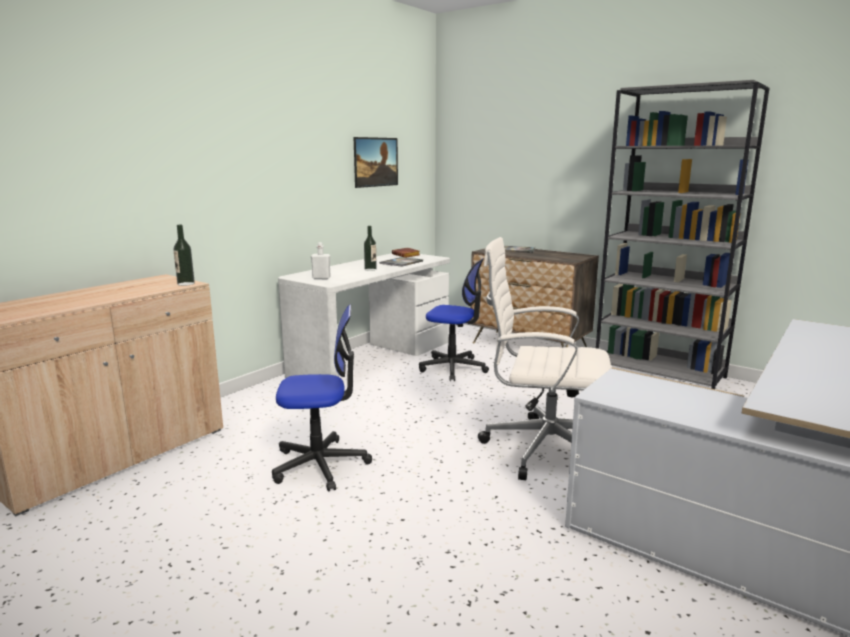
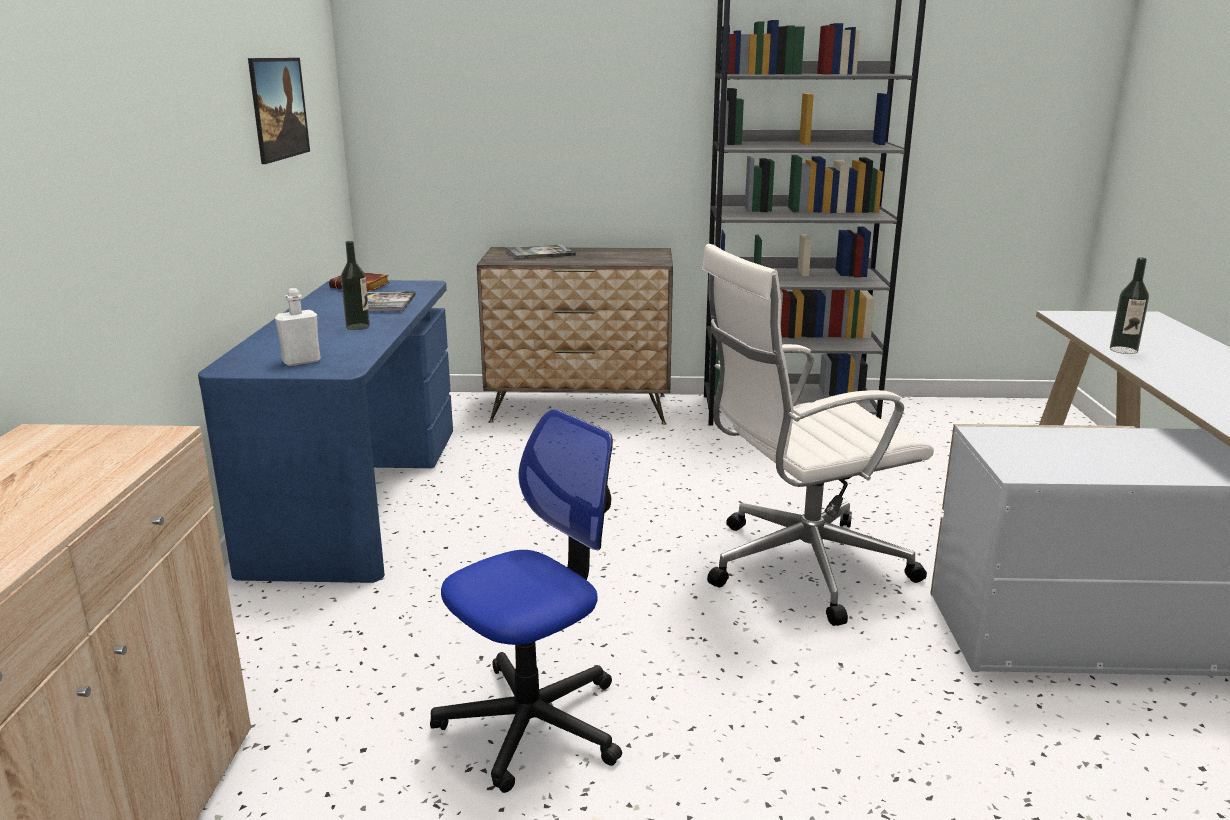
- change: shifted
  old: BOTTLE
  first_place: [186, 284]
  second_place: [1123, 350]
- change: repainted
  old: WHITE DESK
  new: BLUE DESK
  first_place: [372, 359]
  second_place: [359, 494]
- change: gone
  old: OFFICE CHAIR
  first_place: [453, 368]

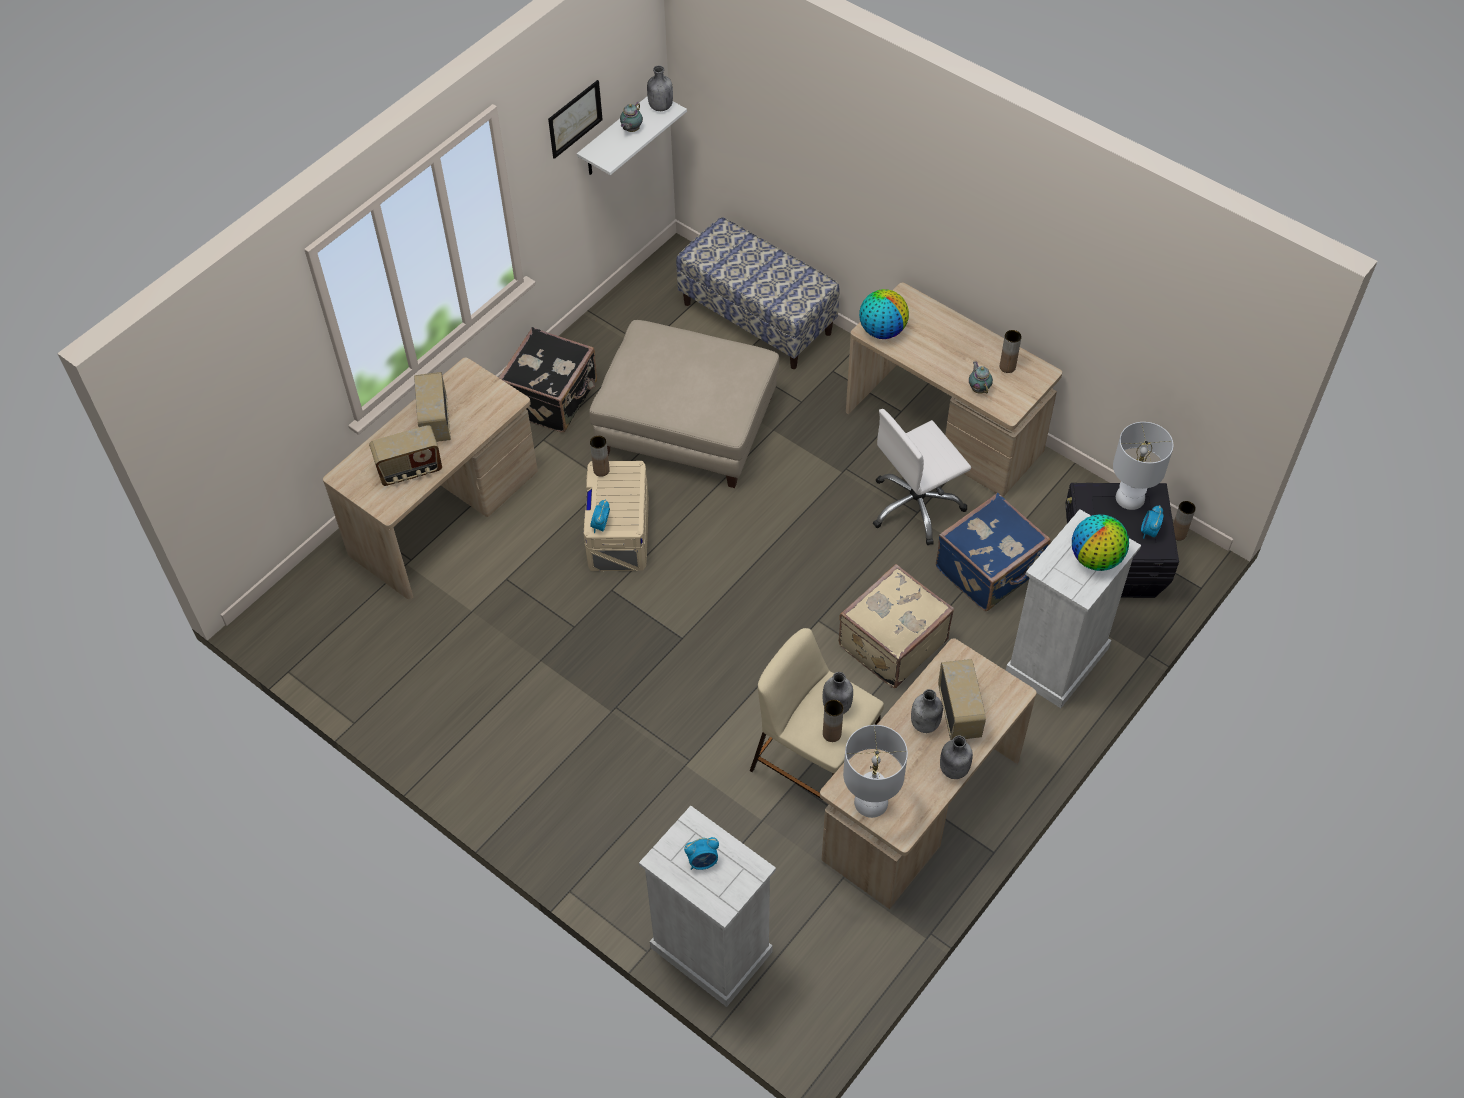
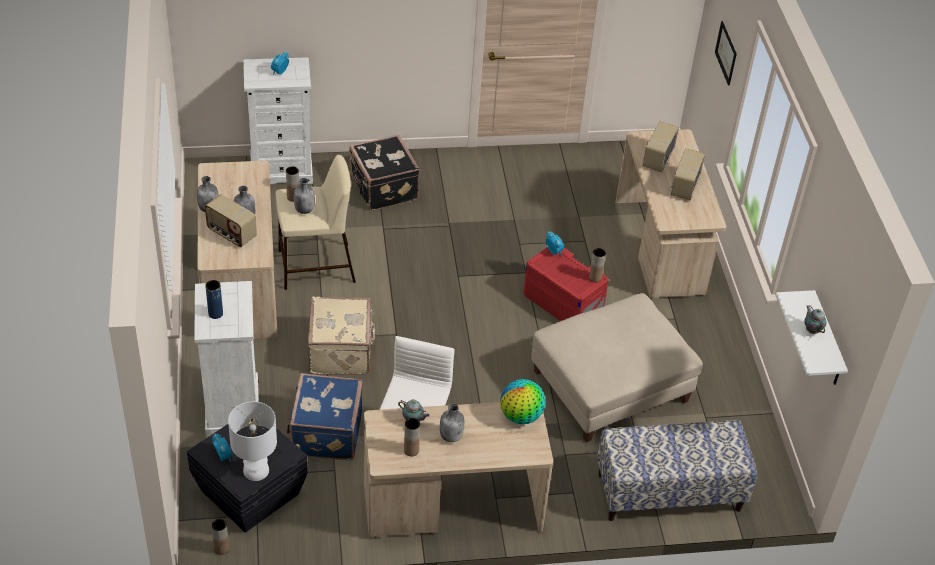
- change: rotated
  old: RADIO
  first_place: [434, 422]
  second_place: [684, 186]
  degrees: -105
- change: shifted
  old: BLACK SUITCASE
  first_place: [553, 398]
  second_place: [383, 189]
- change: shifted
  old: PICTURE
  first_place: [575, 118]
  second_place: [726, 53]
- change: repainted
  old: BEIGE STORAGE BOX
  new: RED STORAGE BOX
  first_place: [618, 532]
  second_place: [562, 301]
- change: shifted
  old: GREY BOTTLE
  first_place: [660, 106]
  second_place: [451, 436]
- change: gone
  old: WHITE TABLE LAMP
  first_place: [870, 802]
- change: swapped
  old: GLOBE
  new: BLUE VASE
  first_place: [1096, 558]
  second_place: [215, 313]

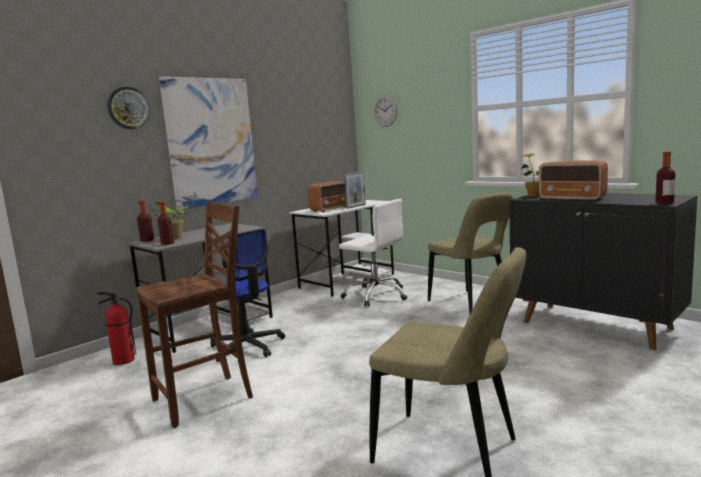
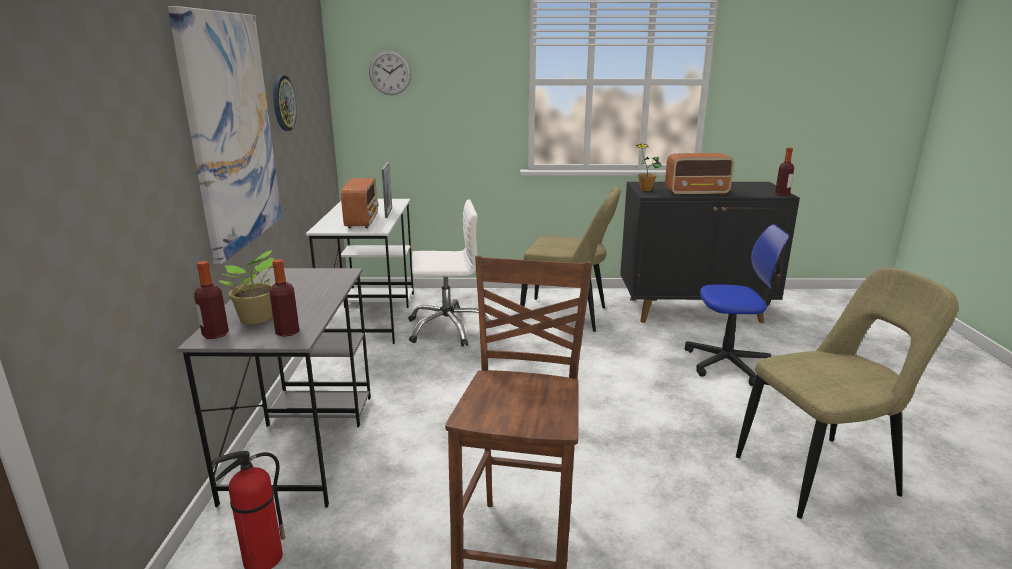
- change: shifted
  old: WALL CLOCK
  first_place: [128, 108]
  second_place: [283, 103]
- change: shifted
  old: OFFICE CHAIR
  first_place: [247, 347]
  second_place: [728, 363]

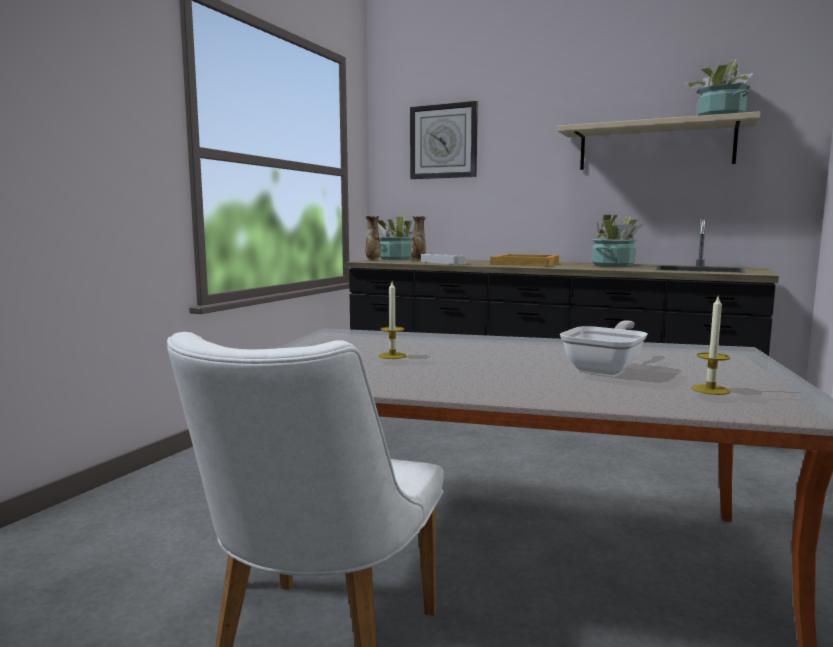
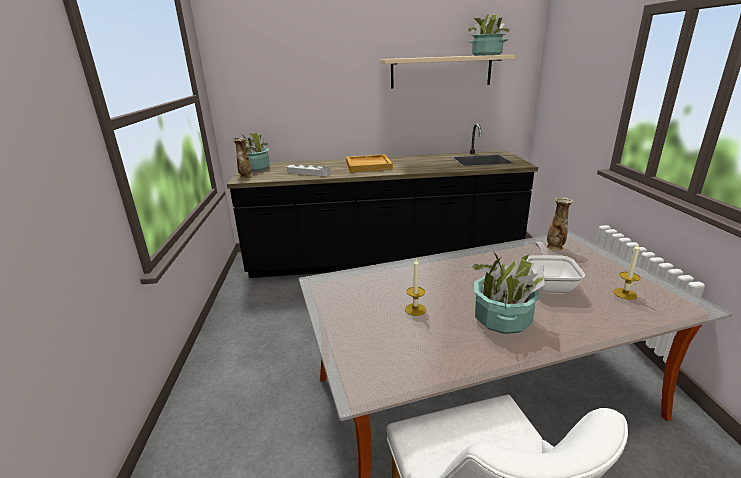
- change: gone
  old: WALL CLOCK
  first_place: [443, 141]
- change: shifted
  old: VASE
  first_place: [418, 260]
  second_place: [555, 247]
- change: shifted
  old: POTTED PLANT
  first_place: [612, 265]
  second_place: [502, 319]

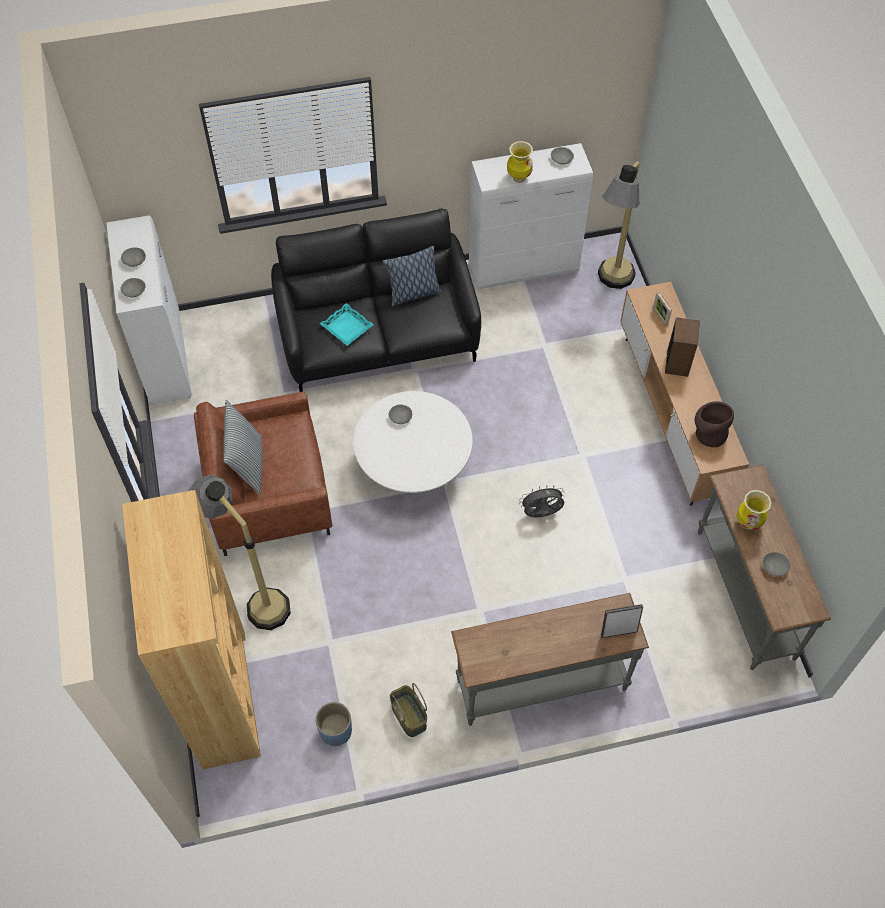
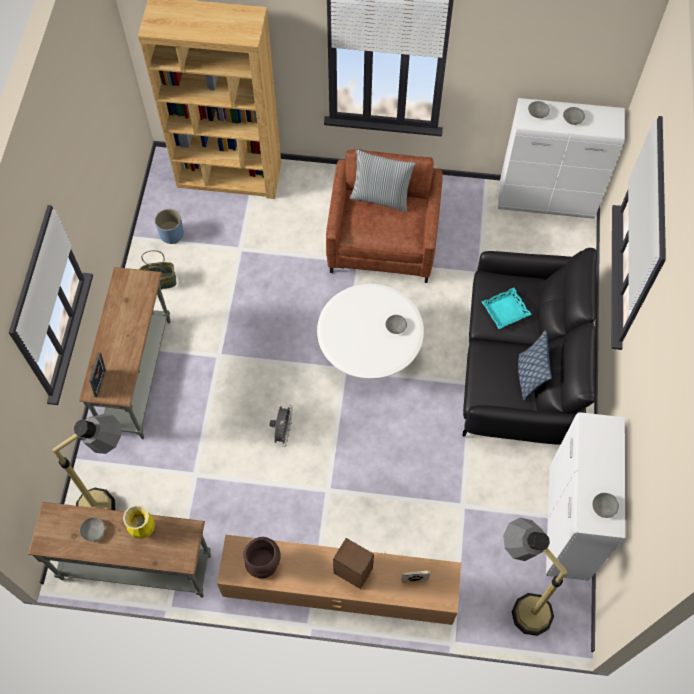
- change: shifted
  old: FLOOR LAMP
  first_place: [255, 596]
  second_place: [114, 500]
- change: gone
  old: VASE
  first_place: [518, 177]

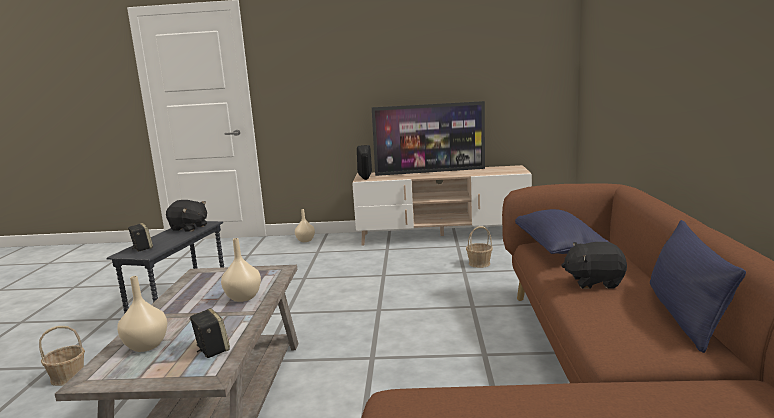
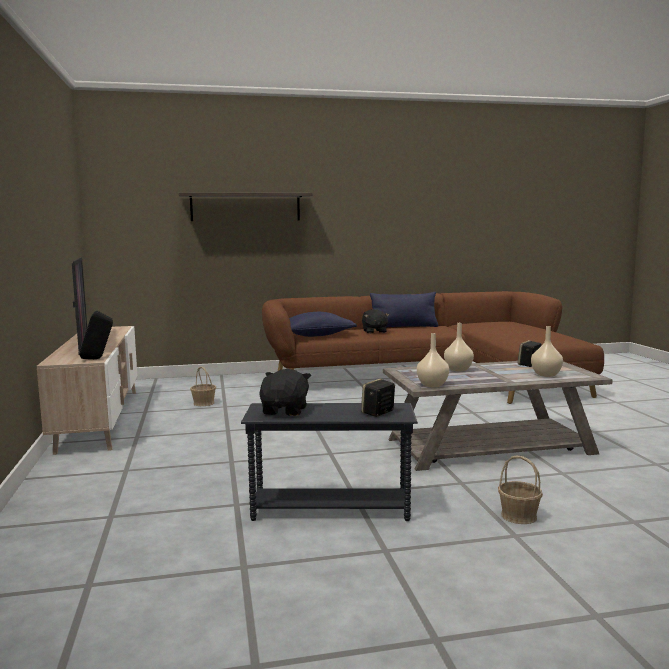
- change: shifted
  old: BEIGE VASE
  first_place: [305, 240]
  second_place: [432, 385]
- change: new
  new: SHELF
  second_place: [245, 207]

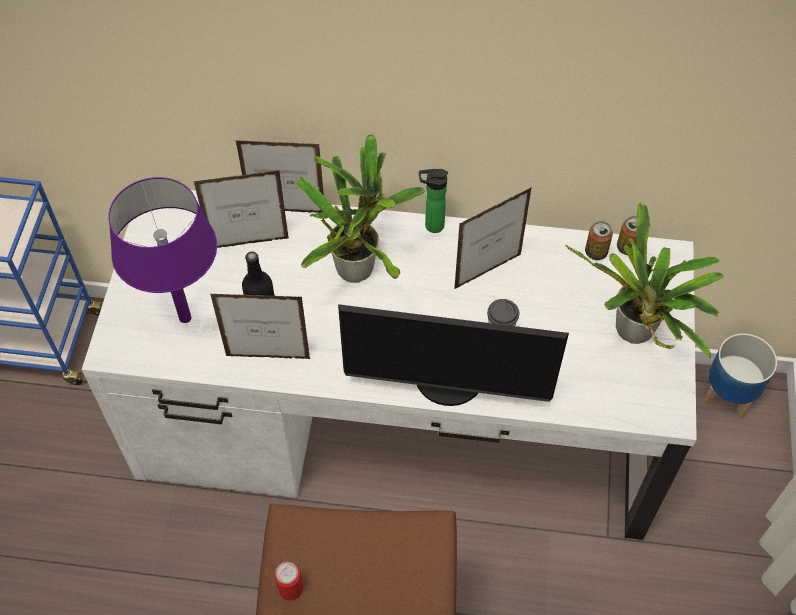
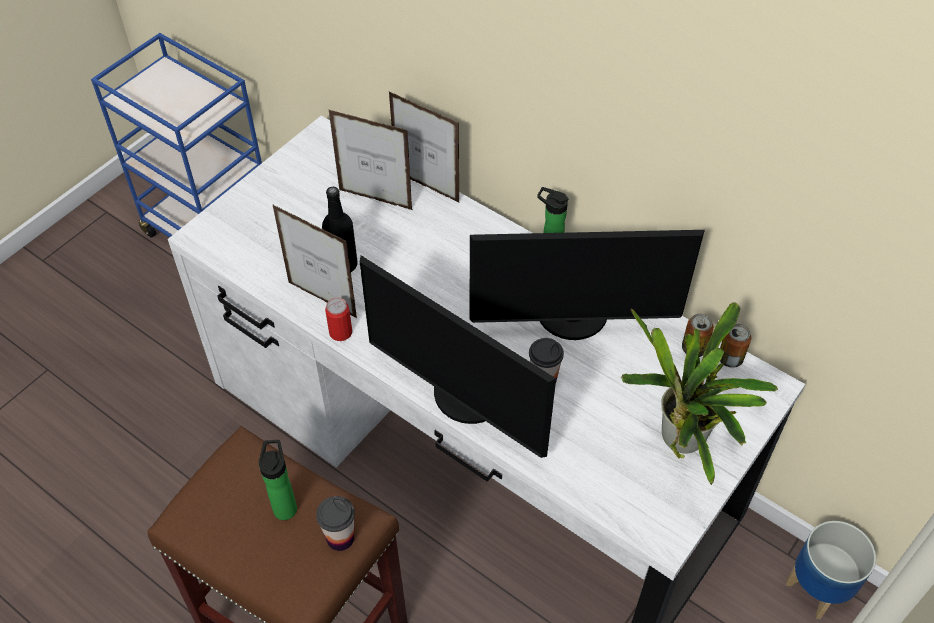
- change: gone
  old: PURPLE TABLE LAMP
  first_place: [185, 317]
- change: shifted
  old: CAN
  first_place: [290, 588]
  second_place: [340, 332]
- change: gone
  old: POTTED PLANT
  first_place: [358, 265]
- change: swapped
  old: PICTURE FRAME
  new: MONITOR
  first_place: [488, 271]
  second_place: [573, 318]
- change: new
  new: BOTTLE
  second_place: [285, 506]
- change: new
  new: CUP
  second_place: [340, 538]

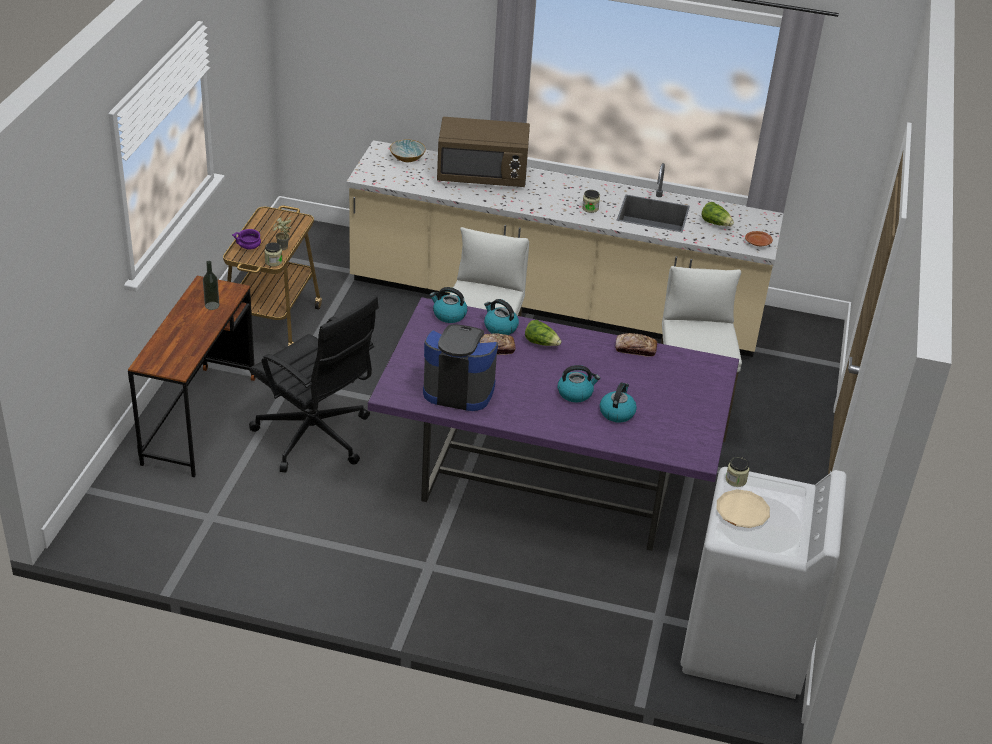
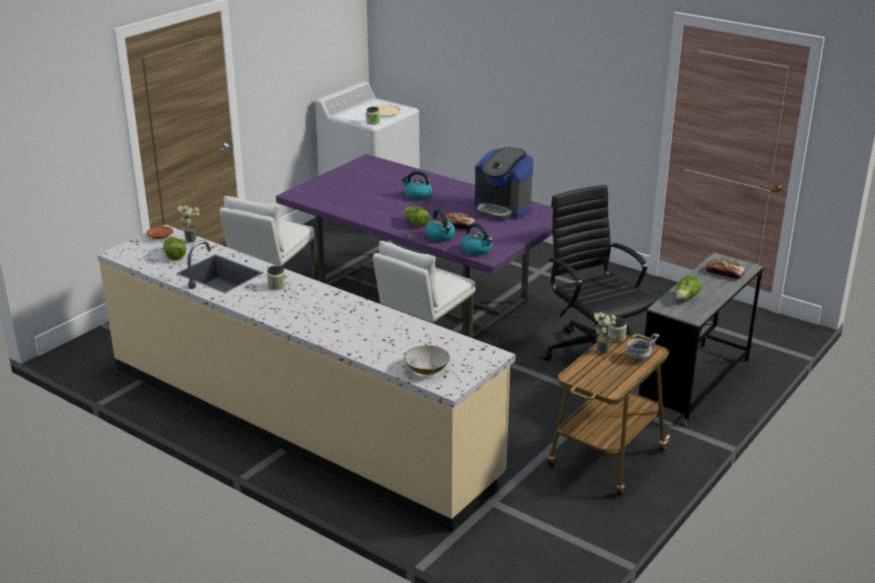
- change: repainted
  old: BROWN DESK
  new: GREY DESK
  first_place: [199, 420]
  second_place: [694, 383]
- change: swapped
  old: BOTTLE
  new: LETTUCE
  first_place: [212, 305]
  second_place: [686, 298]
- change: repainted
  old: PURPLE BOWL
  new: GREY BOWL
  first_place: [249, 247]
  second_place: [639, 357]
- change: gone
  old: BROWN MICROWAVE
  first_place: [482, 175]
- change: gone
  old: KETTLE
  first_place: [617, 412]
- change: shifted
  old: BREAD
  first_place: [635, 349]
  second_place: [725, 273]
- change: new
  new: POTTED PLANT
  second_place: [192, 239]

